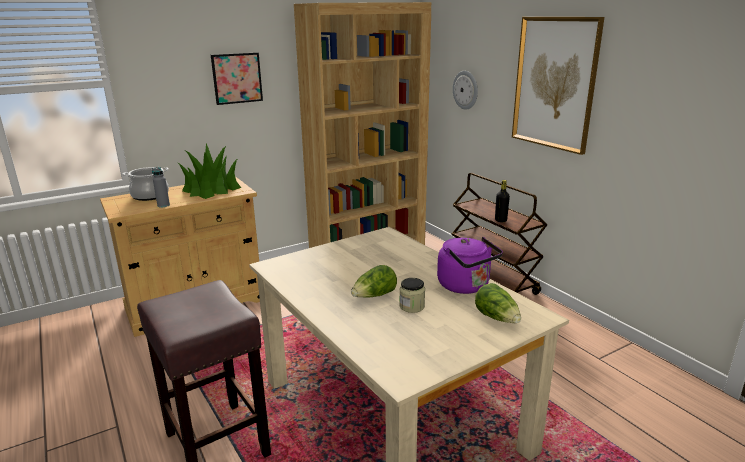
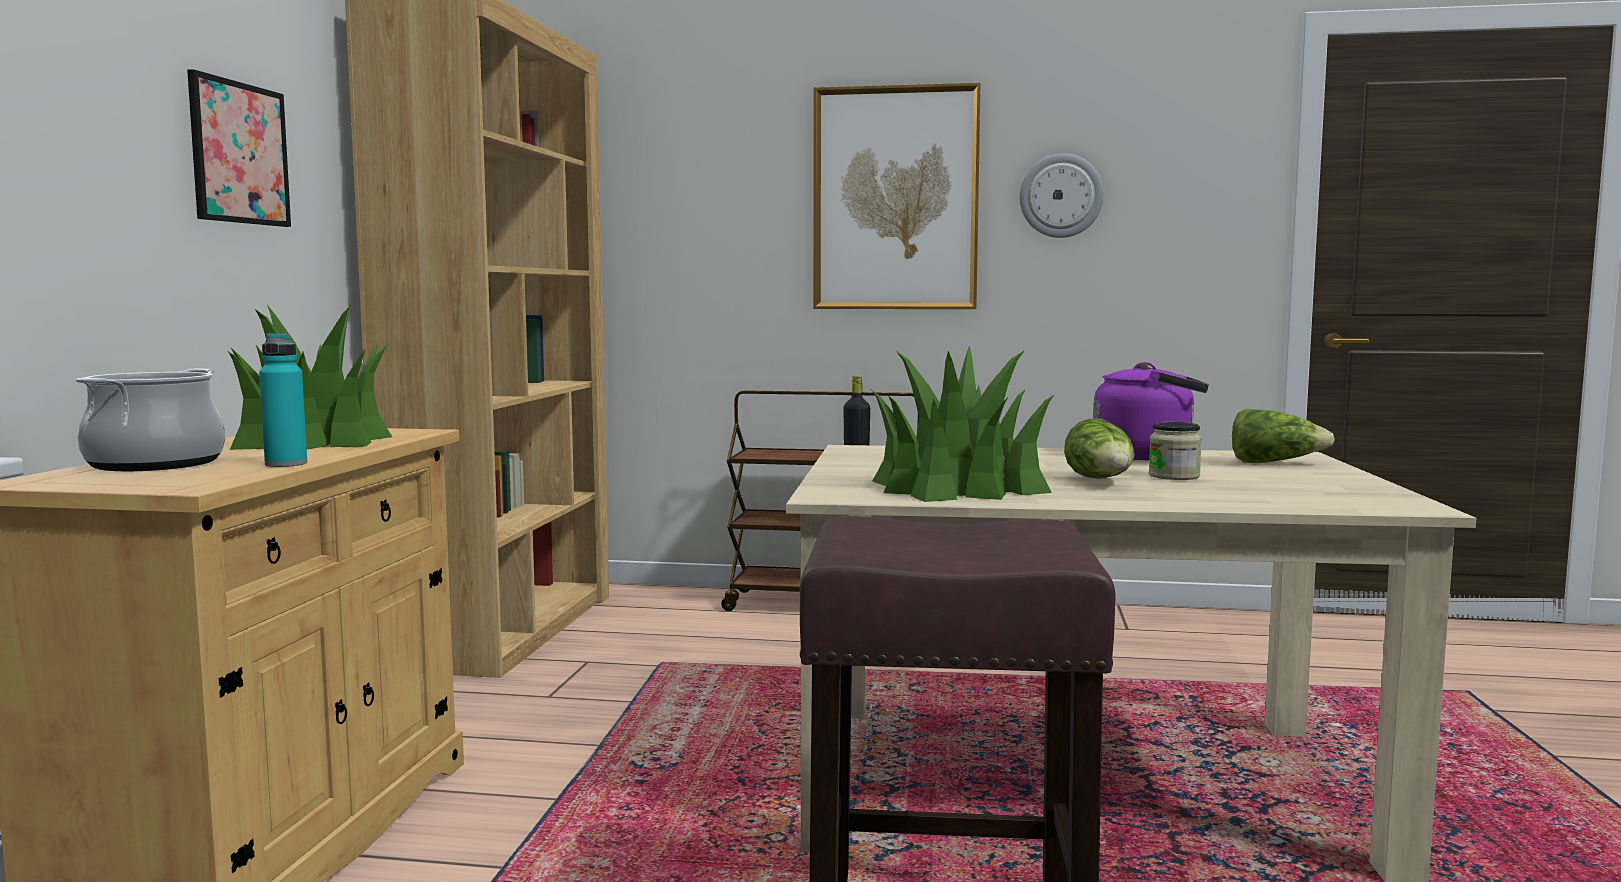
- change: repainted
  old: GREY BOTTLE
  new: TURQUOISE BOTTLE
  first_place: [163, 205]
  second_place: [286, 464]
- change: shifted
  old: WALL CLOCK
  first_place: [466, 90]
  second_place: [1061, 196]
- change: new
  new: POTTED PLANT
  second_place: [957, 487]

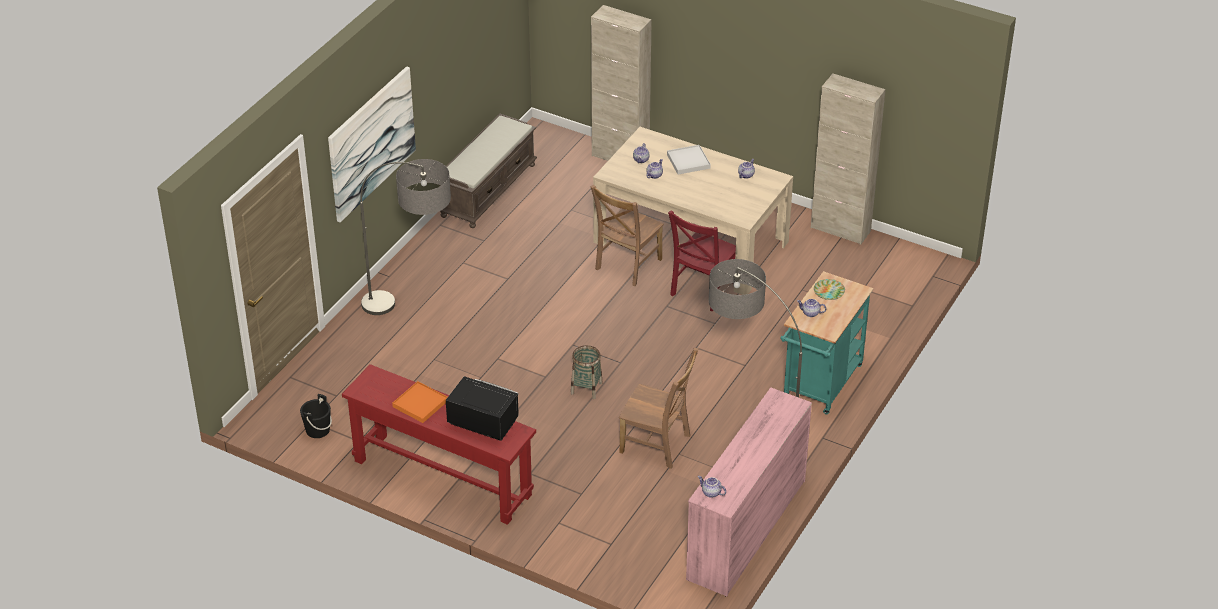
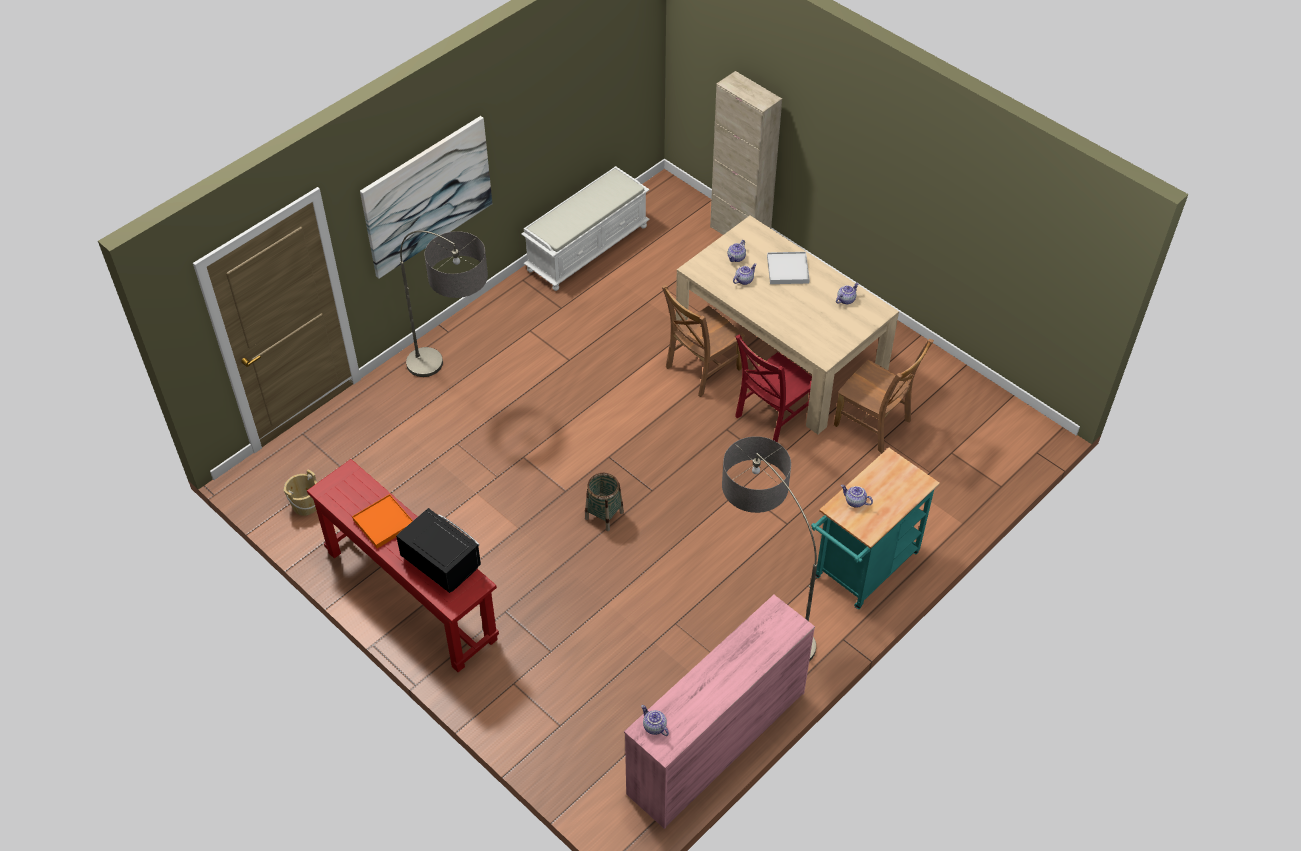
- change: repainted
  old: BLACK BUCKET
  new: BEIGE BUCKET
  first_place: [317, 430]
  second_place: [305, 505]
- change: repainted
  old: BROWN BENCH
  new: WHITE BENCH
  first_place: [488, 190]
  second_place: [587, 247]
- change: shifted
  old: BROWN CHAIR
  first_place: [657, 445]
  second_place: [875, 425]
- change: gone
  old: BEIGE CABINET
  first_place: [840, 229]
- change: gone
  old: PLATE
  first_place: [829, 291]

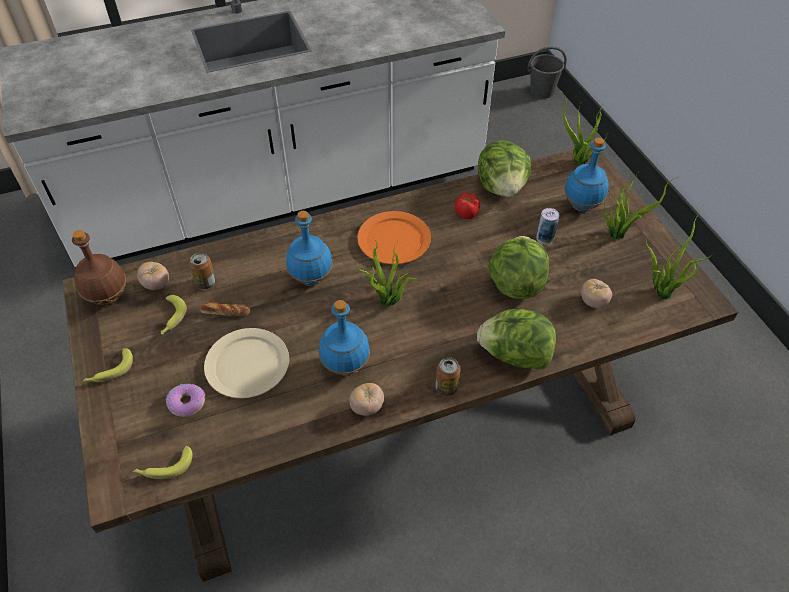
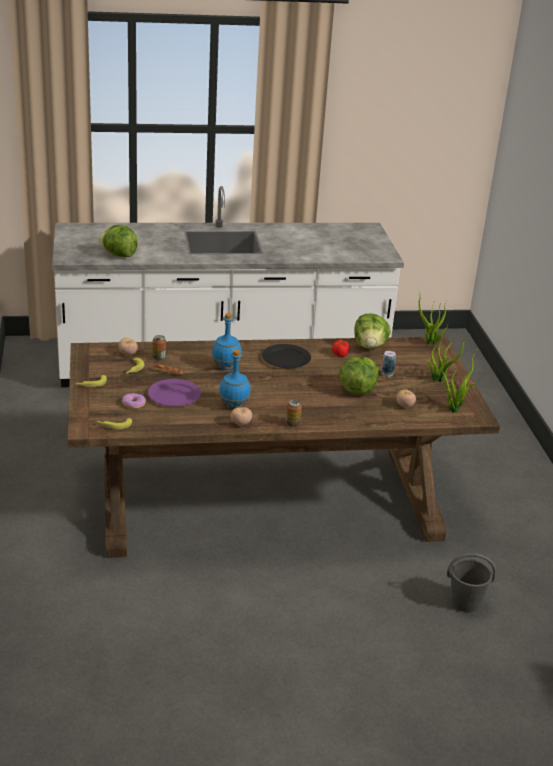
- change: gone
  old: BROWN BOTTLE
  first_place: [108, 297]
- change: repainted
  old: BEIGE PLATE
  new: PURPLE PLATE
  first_place: [248, 365]
  second_place: [174, 395]
- change: gone
  old: POTTED PLANT
  first_place: [388, 302]
- change: repainted
  old: ORANGE PLATE
  new: BLACK PLATE
  first_place: [394, 240]
  second_place: [286, 359]
- change: shifted
  old: LETTUCE
  first_place: [514, 355]
  second_place: [118, 255]
- change: shifted
  old: GREY BUCKET
  first_place: [541, 91]
  second_place: [465, 602]
- change: gone
  old: BLUE BOTTLE
  first_place: [581, 205]

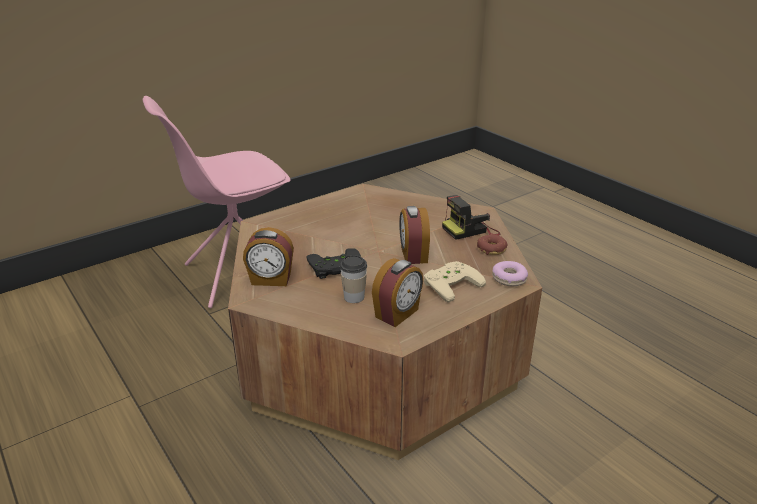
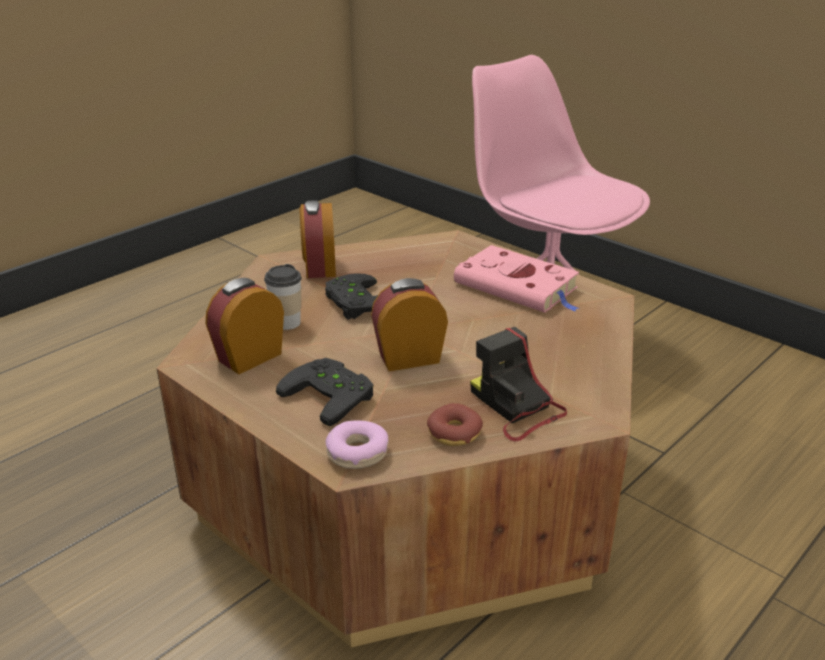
- change: rotated
  old: ALARM CLOCK
  first_place: [398, 314]
  second_place: [249, 357]
  degrees: 105
- change: repainted
  old: BEIGE GAME CONTROLLER
  new: BLACK GAME CONTROLLER
  first_place: [450, 283]
  second_place: [333, 394]
- change: new
  new: PINK BOOK
  second_place: [519, 287]

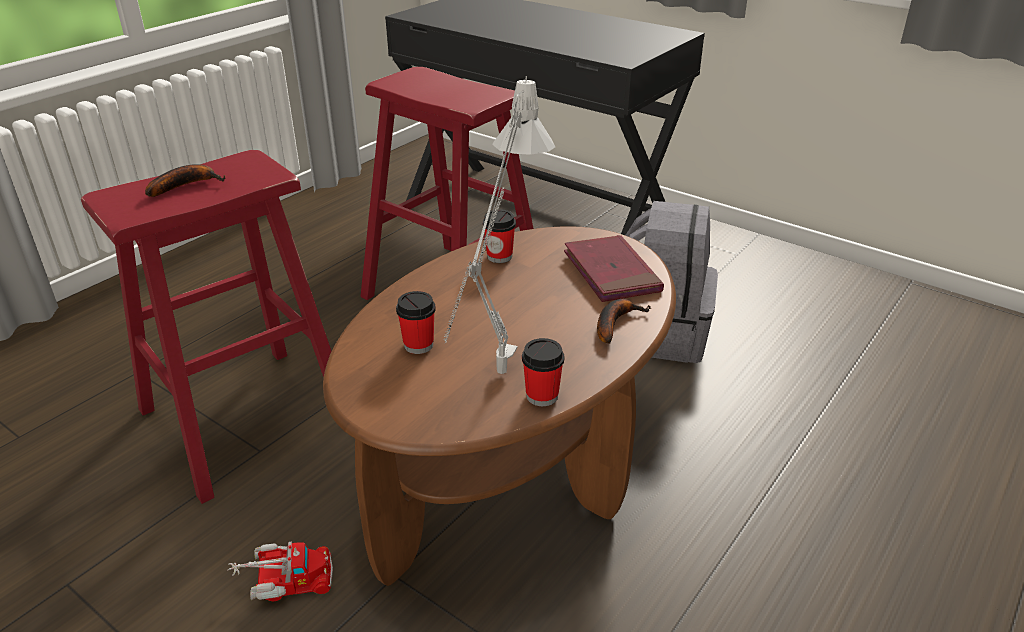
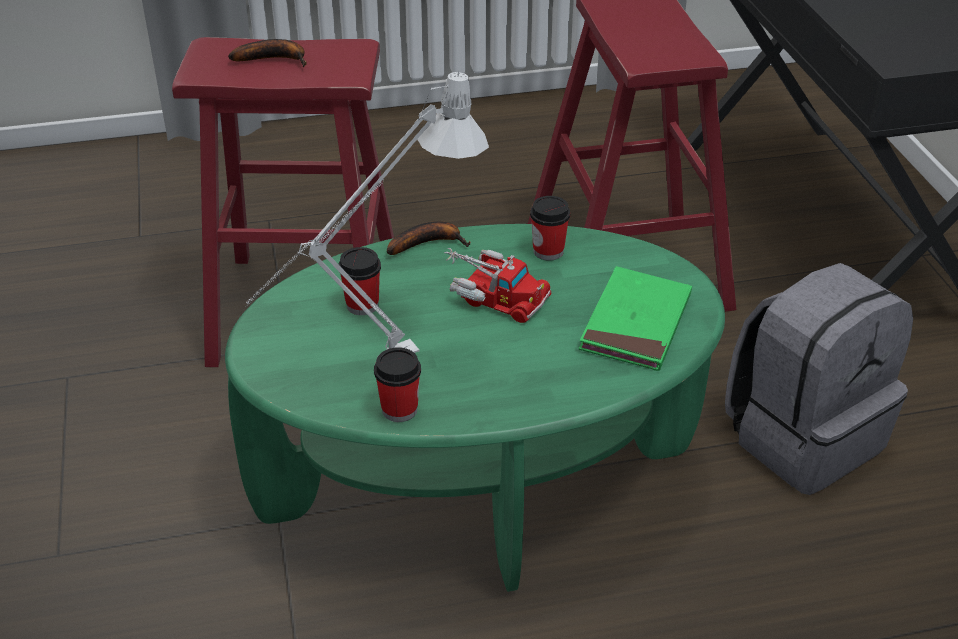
- change: shifted
  old: TOY TRUCK
  first_place: [284, 580]
  second_place: [493, 295]
- change: repainted
  old: BROWN COFFEE TABLE
  new: GREEN COFFEE TABLE
  first_place: [512, 465]
  second_place: [479, 485]
- change: repainted
  old: RED BOOK
  new: GREEN BOOK
  first_place: [611, 272]
  second_place: [636, 323]
- change: shifted
  old: BANANA
  first_place: [615, 323]
  second_place: [428, 243]

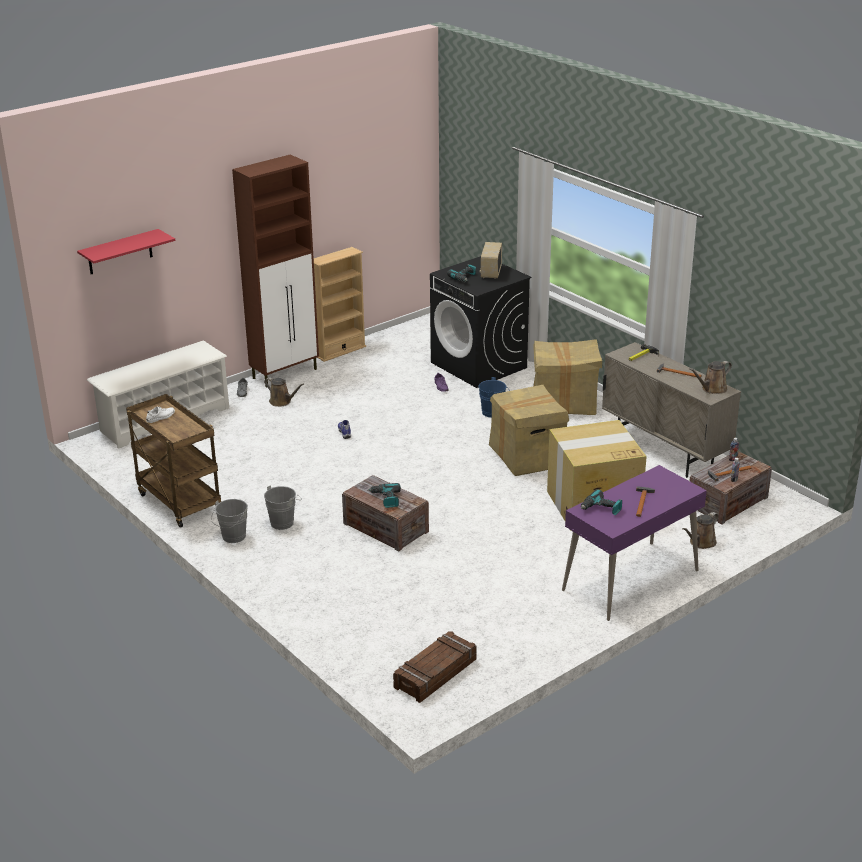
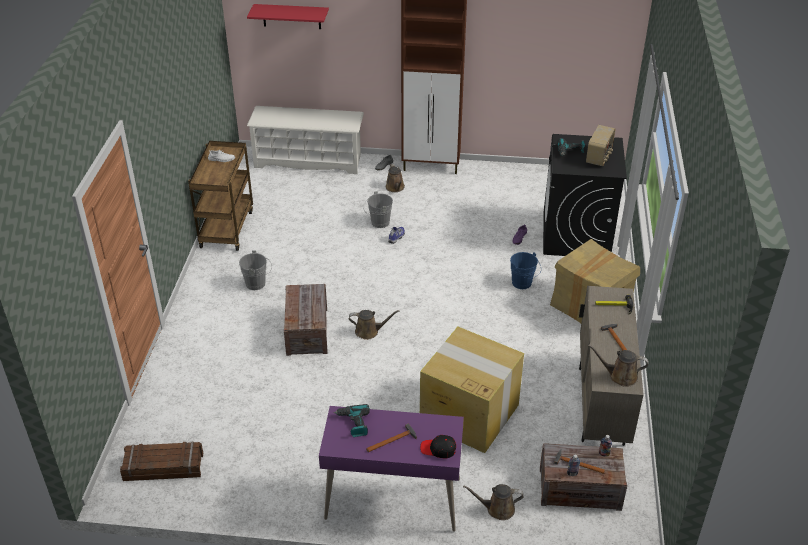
- change: shifted
  old: GREY BUCKET
  first_place: [232, 538]
  second_place: [378, 223]
- change: gone
  old: BEIGE BOOKCASE
  first_place: [340, 351]
- change: gone
  old: POWER DRILL
  first_place: [386, 499]
- change: rotated
  old: RADIO
  first_place: [490, 273]
  second_place: [599, 157]
  degrees: 150
- change: gone
  old: CARDBOARD BOX
  first_place: [528, 456]
- change: new
  new: BROWN WATERING CAN
  second_place: [369, 331]
- change: new
  new: BLACK CAP
  second_place: [438, 449]

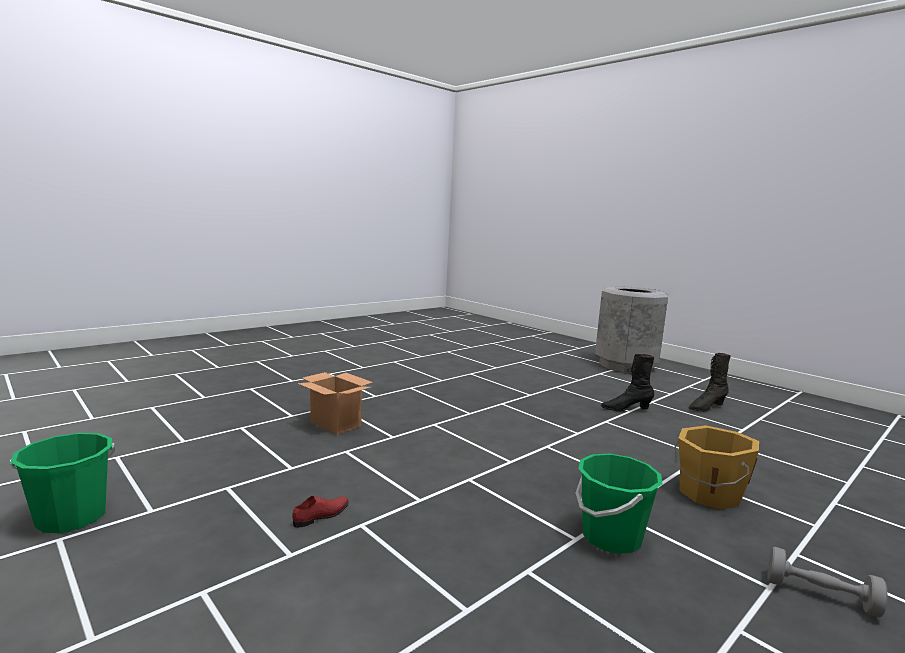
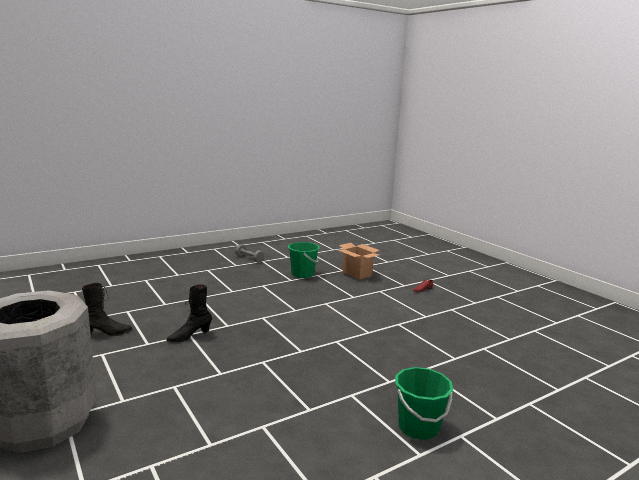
- change: shifted
  old: GREEN BUCKET
  first_place: [71, 518]
  second_place: [418, 427]
- change: shifted
  old: CARDBOARD BOX
  first_place: [335, 424]
  second_place: [357, 274]
- change: rotated
  old: BLACK BOOT
  first_place: [625, 409]
  second_place: [189, 336]
  degrees: 135
- change: gone
  old: ORANGE BUCKET
  first_place: [708, 494]

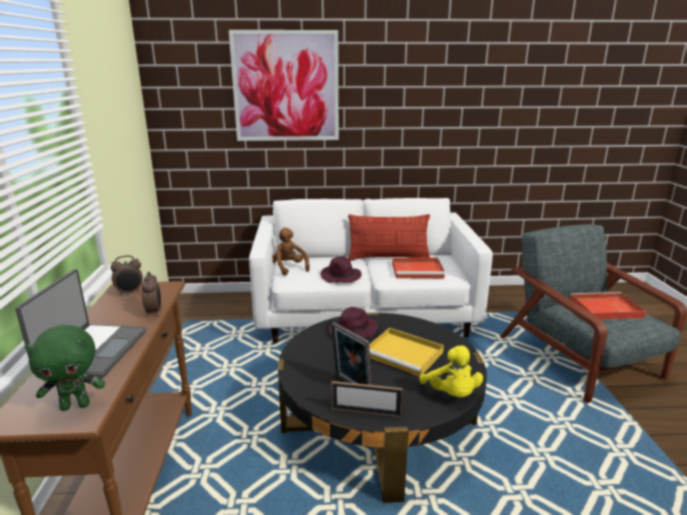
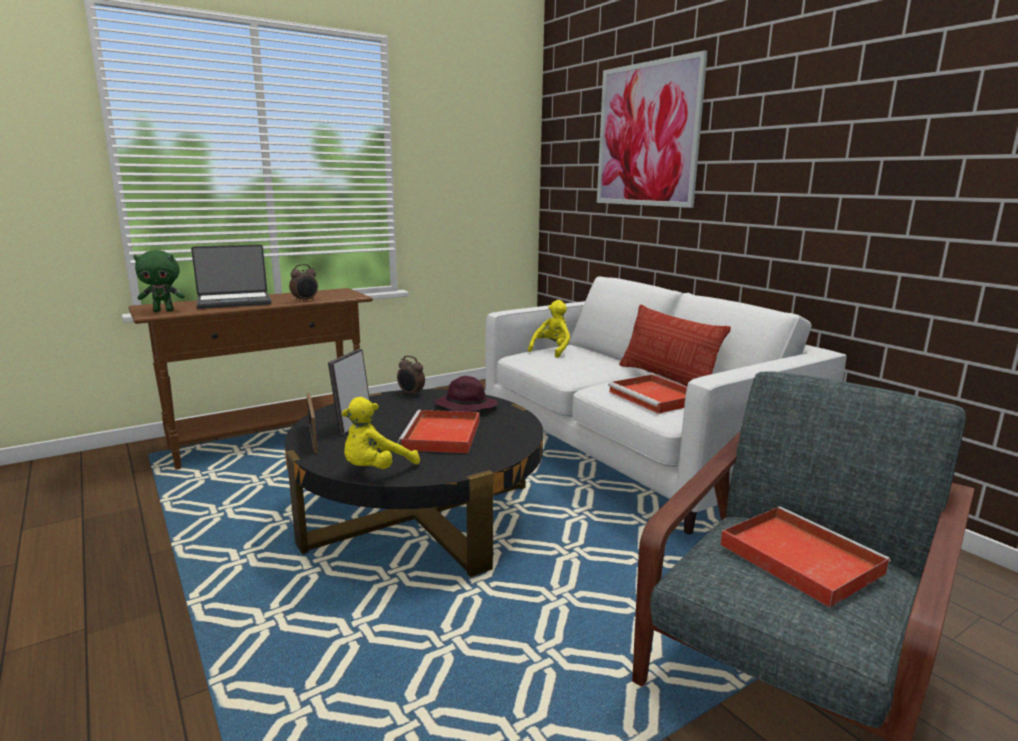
- change: rotated
  old: GREEN PLUSH TOY
  first_place: [76, 405]
  second_place: [164, 311]
  degrees: -60
- change: shifted
  old: ALARM CLOCK
  first_place: [130, 292]
  second_place: [411, 394]
- change: repainted
  old: BROWN PLUSH TOY
  new: YELLOW PLUSH TOY
  first_place: [288, 268]
  second_place: [552, 350]
- change: gone
  old: PURPLE HAT
  first_place: [341, 277]
- change: repainted
  old: YELLOW TRAY
  new: RED TRAY
  first_place: [405, 354]
  second_place: [442, 436]

